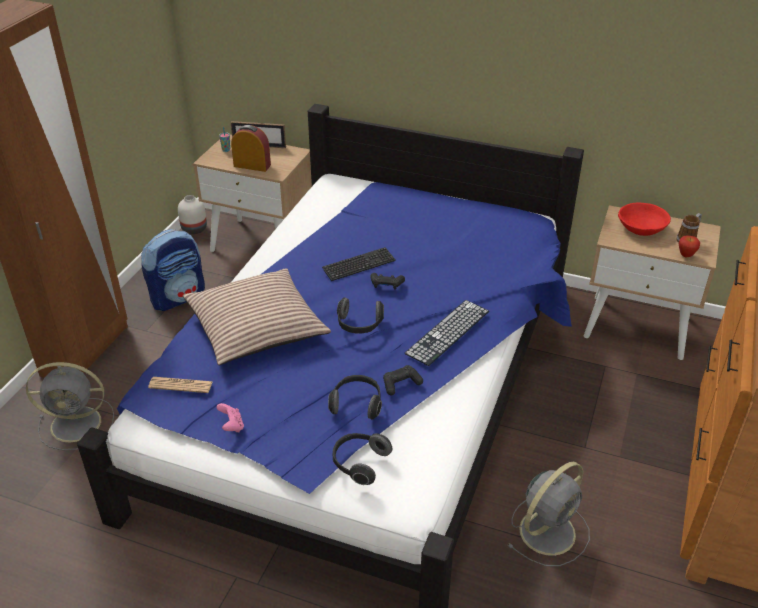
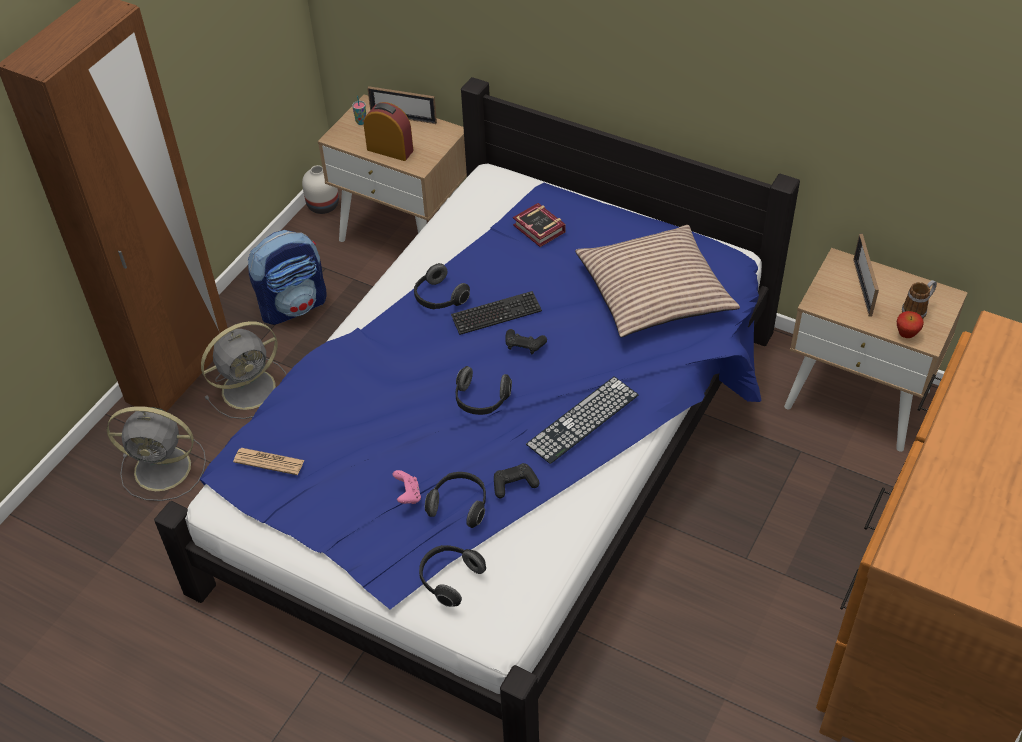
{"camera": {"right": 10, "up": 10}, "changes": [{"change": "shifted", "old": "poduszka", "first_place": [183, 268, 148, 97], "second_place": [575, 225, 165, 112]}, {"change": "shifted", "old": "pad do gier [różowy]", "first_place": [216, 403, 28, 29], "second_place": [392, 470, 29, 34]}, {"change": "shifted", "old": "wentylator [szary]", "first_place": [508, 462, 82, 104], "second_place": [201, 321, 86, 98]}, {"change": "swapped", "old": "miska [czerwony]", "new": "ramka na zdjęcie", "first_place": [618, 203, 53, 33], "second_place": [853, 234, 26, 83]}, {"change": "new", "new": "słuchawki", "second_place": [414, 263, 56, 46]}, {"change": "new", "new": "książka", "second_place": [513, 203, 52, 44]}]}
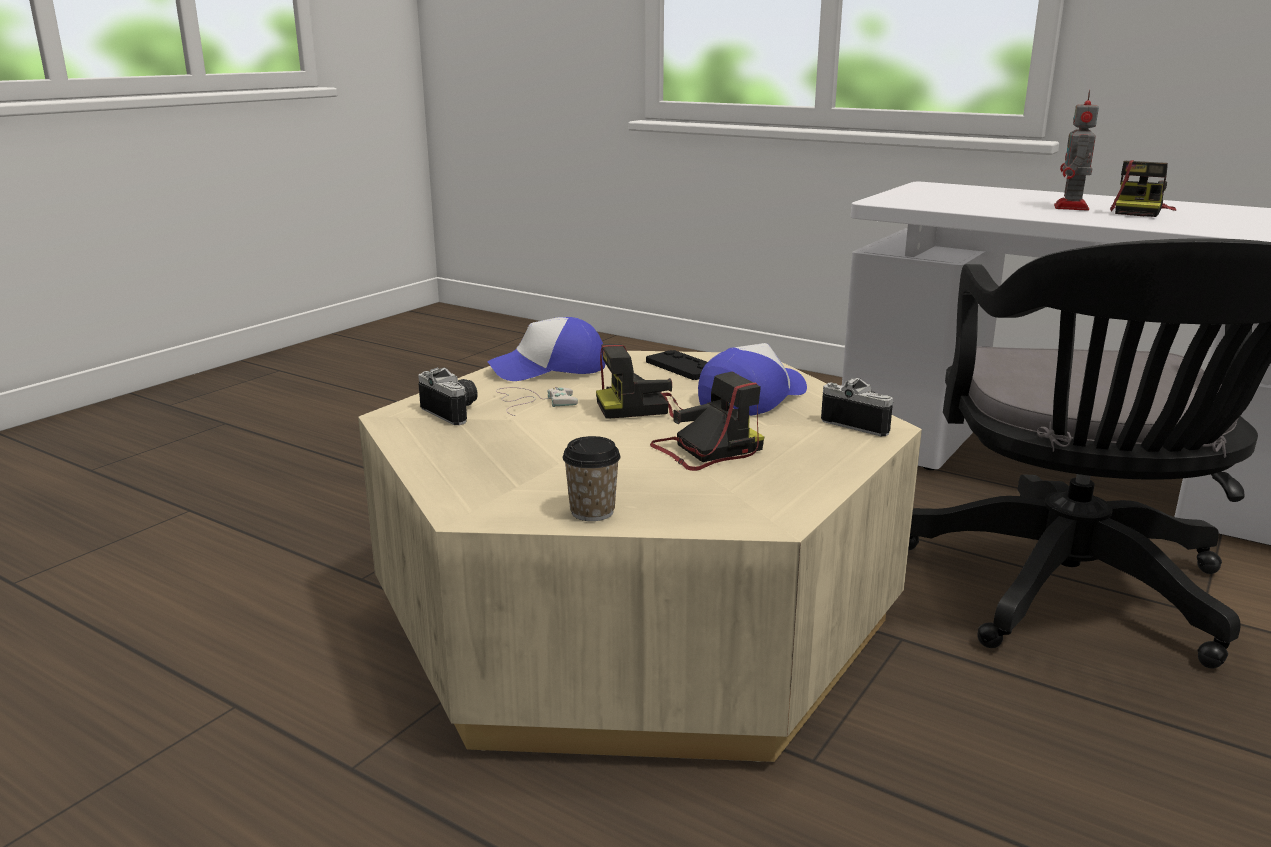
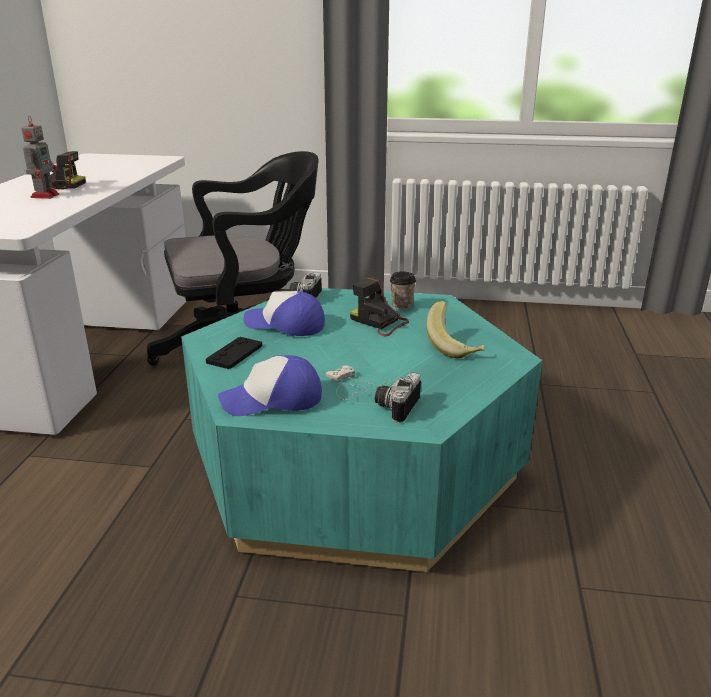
{"camera": {"right": -115, "up": 5}, "changes": [{"change": "repainted", "old": "ława [beżowy]", "new": "ława [turkusowy]", "first_place": [358, 351, 564, 411], "second_place": [181, 288, 361, 284]}, {"change": "rotated", "old": "czapka z daszkiem", "first_place": [487, 317, 118, 64], "second_place": [218, 355, 104, 61], "degrees": 120}, {"change": "shifted", "old": "filiżanka", "first_place": [563, 436, 58, 85], "second_place": [390, 271, 26, 39]}, {"change": "gone", "old": "aparat fotograficzny", "first_place": [596, 344, 87, 75]}, {"change": "rotated", "old": "robot zabawkowy", "first_place": [1054, 90, 45, 121], "second_place": [21, 116, 38, 83], "degrees": -75}, {"change": "new", "new": "banan", "second_place": [426, 301, 59, 57]}]}
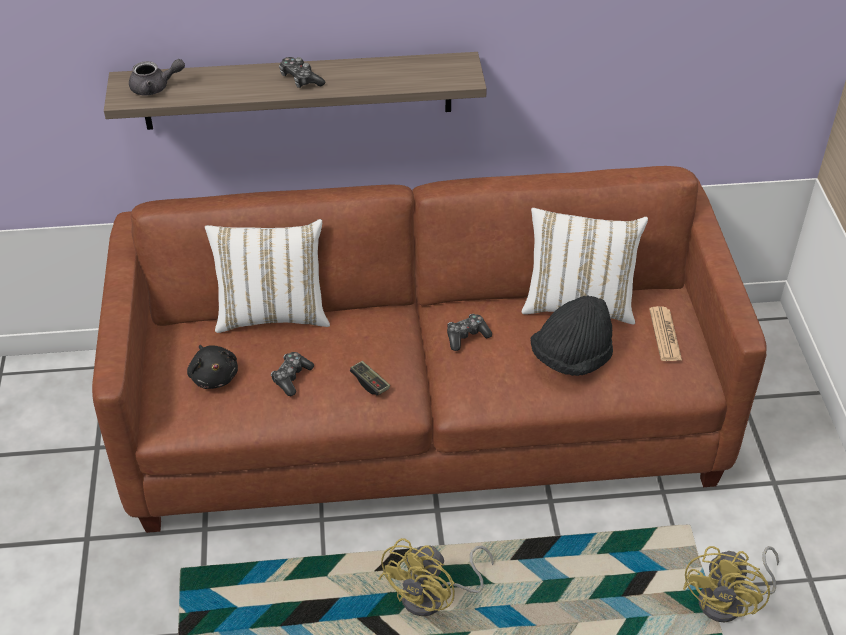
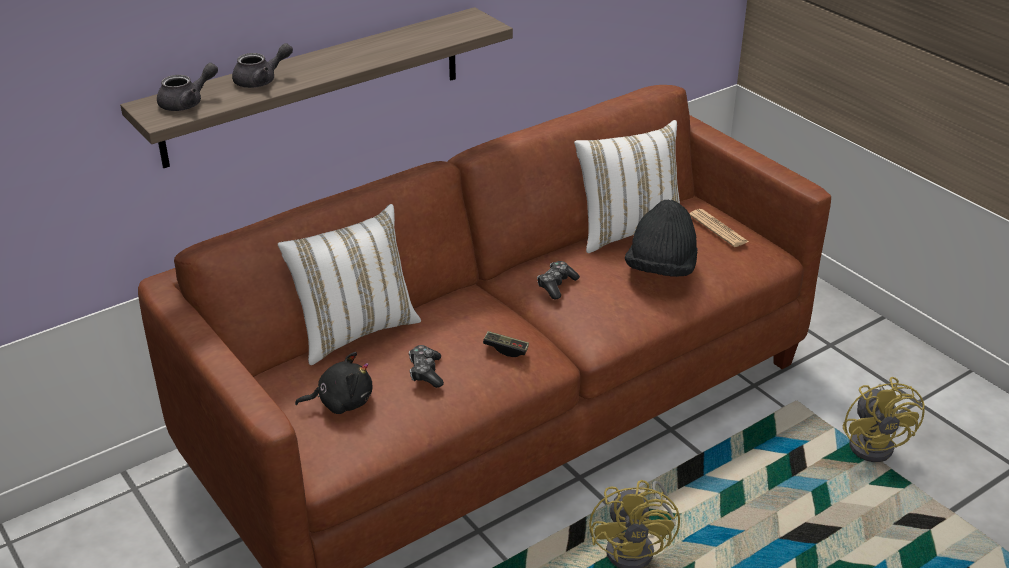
{"camera": {"right": -30, "up": -10}, "changes": [{"change": "rotated", "old": "pluszak [czarny]", "first_place": [187, 345, 51, 44], "second_place": [295, 352, 77, 62], "degrees": -45}, {"change": "gone", "old": "pad do gier", "first_place": [279, 57, 46, 31]}, {"change": "new", "new": "imbryk [szary]", "second_place": [232, 43, 61, 45]}]}
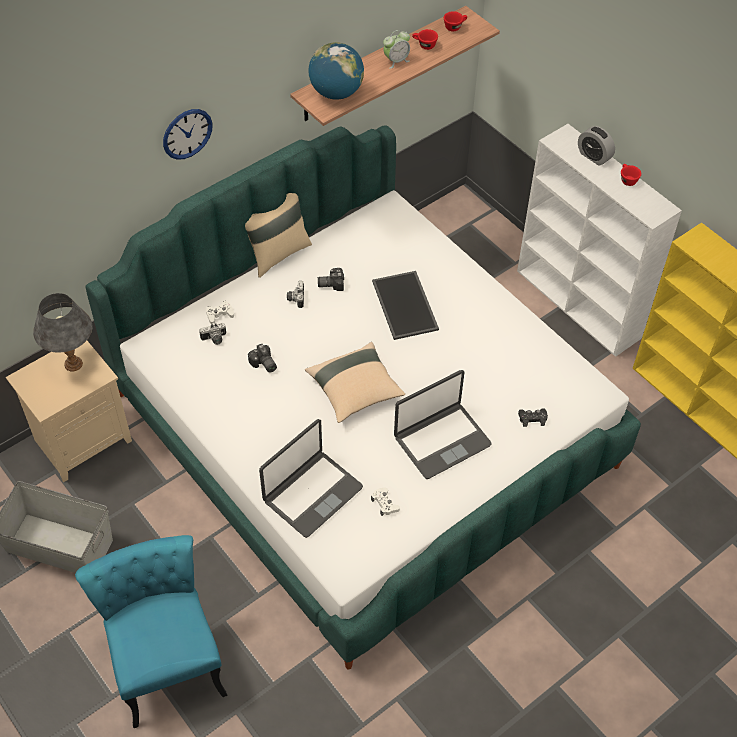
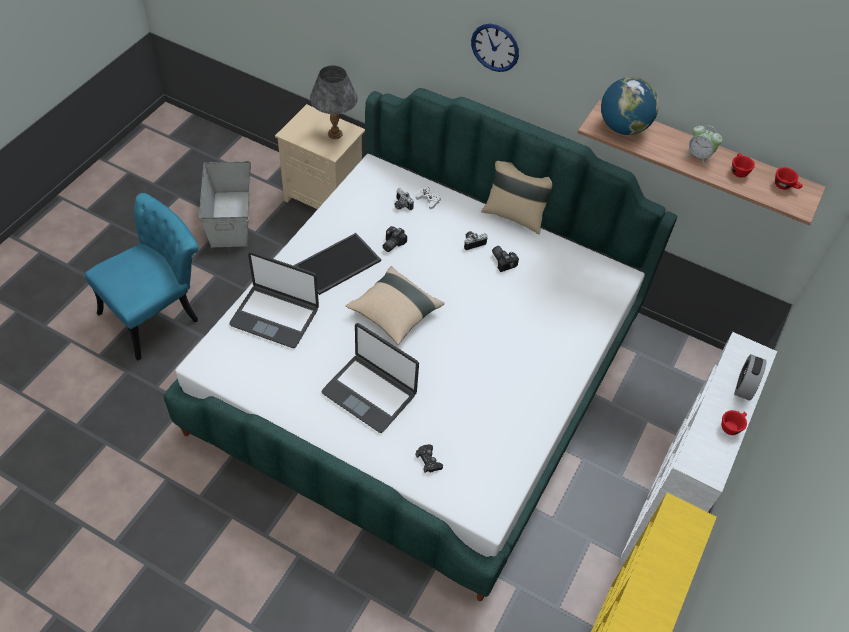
{"camera": {"right": 65, "up": 0}, "changes": [{"change": "gone", "old": "pad do gier [biały]", "first_place": [371, 487, 29, 29]}, {"change": "shifted", "old": "taca", "first_place": [372, 271, 67, 69], "second_place": [294, 233, 87, 62]}]}
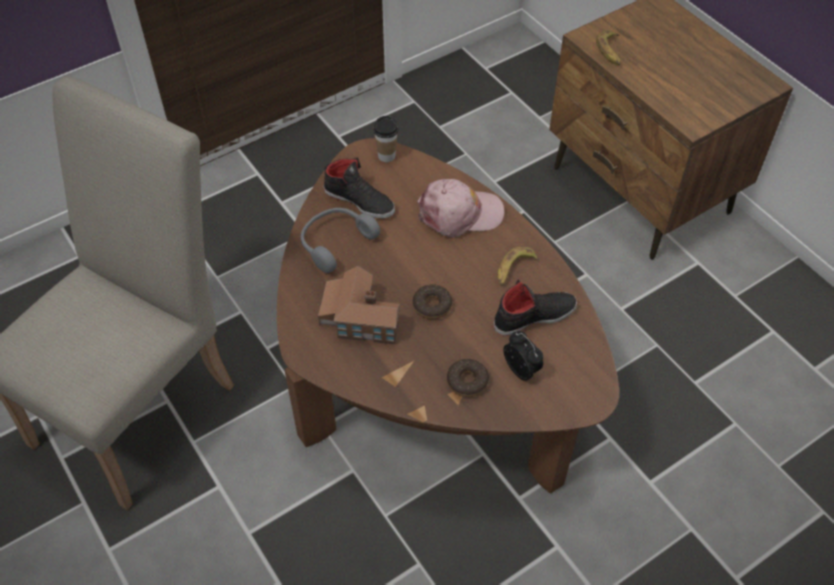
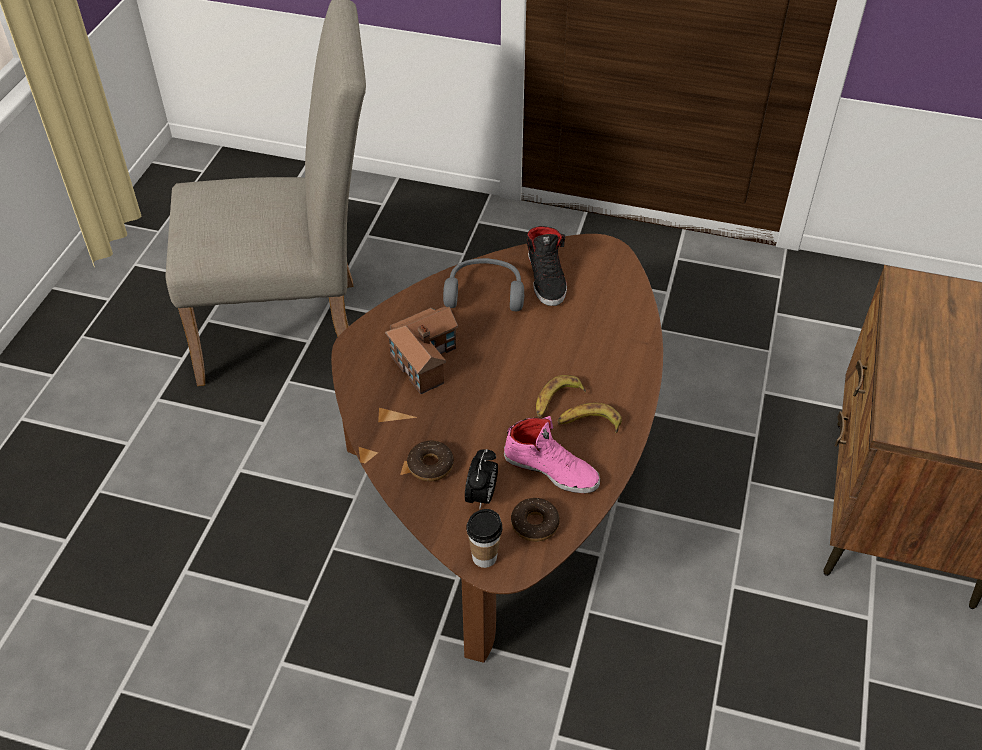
{"camera": {"right": 50, "up": -5}, "changes": [{"change": "shifted", "old": "filiżanka", "first_place": [373, 116, 25, 46], "second_place": [466, 509, 36, 59]}, {"change": "shifted", "old": "donut", "first_place": [413, 284, 39, 35], "second_place": [511, 498, 49, 44]}, {"change": "gone", "old": "czapka z daszkiem [różowy]", "first_place": [417, 179, 88, 59]}, {"change": "repainted", "old": "but [czarny]", "new": "but [różowy]", "first_place": [494, 279, 83, 57], "second_place": [504, 416, 96, 77]}, {"change": "shifted", "old": "banan", "first_place": [596, 30, 25, 35], "second_place": [536, 375, 50, 43]}]}
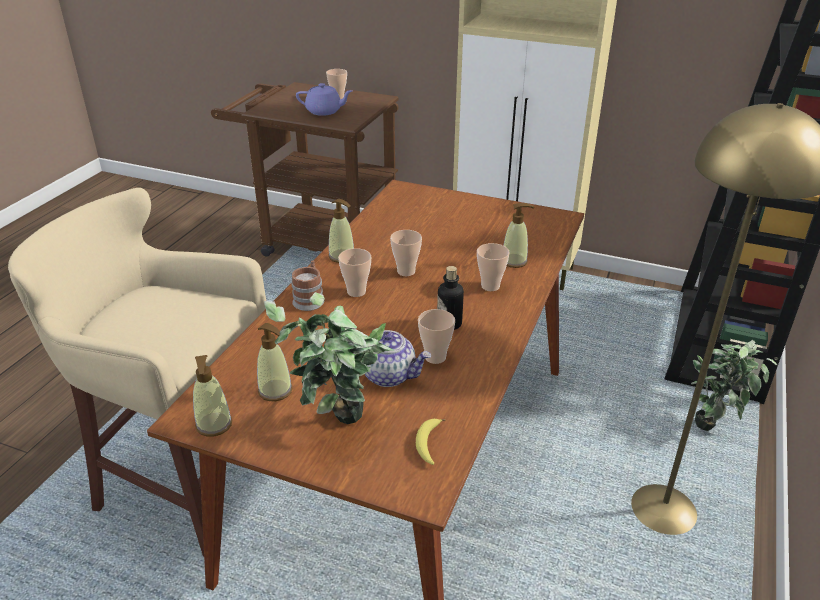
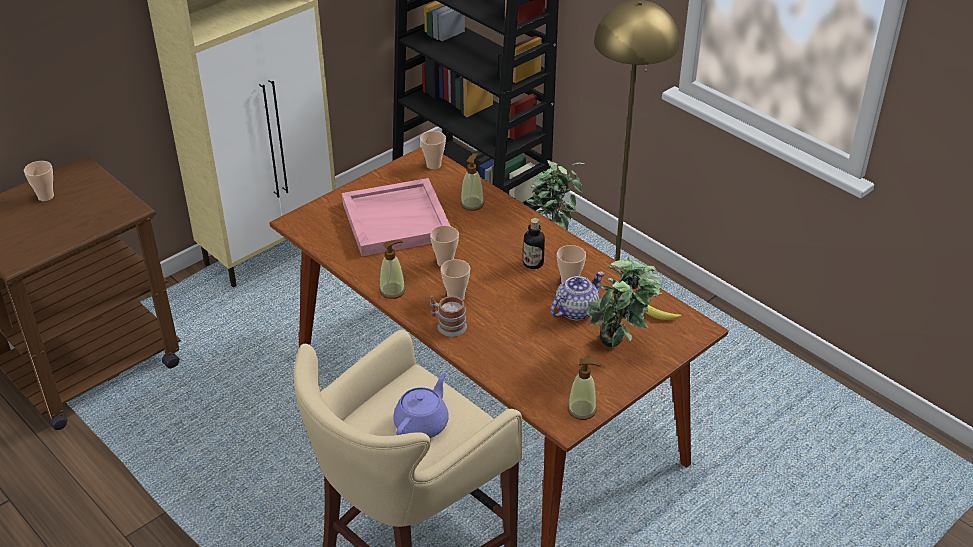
{"camera": {"right": -65, "up": 5}, "changes": [{"change": "gone", "old": "dozownik mydła", "first_place": [257, 323, 36, 78]}, {"change": "shifted", "old": "imbryk [fioletowy]", "first_place": [296, 83, 57, 33], "second_place": [393, 373, 56, 65]}, {"change": "shifted", "old": "filiżanka", "first_place": [477, 243, 33, 48], "second_place": [420, 131, 26, 38]}, {"change": "new", "new": "taca [różowy]", "second_place": [342, 178, 109, 78]}]}
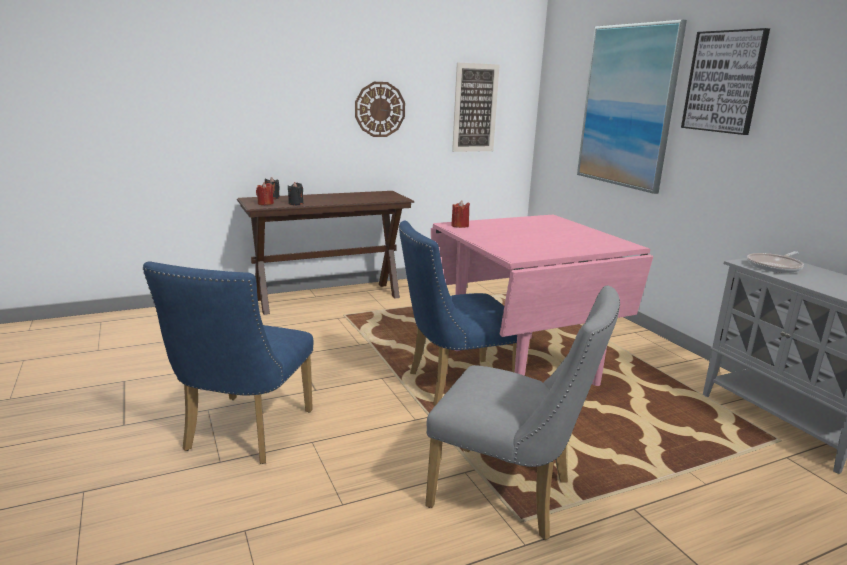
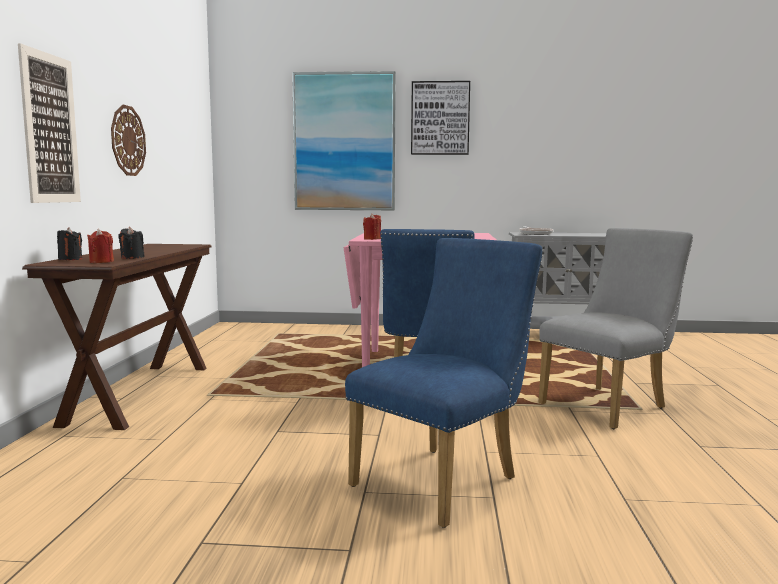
{"camera": {"right": -60, "up": -10}, "changes": [{"change": "rotated", "old": "krzesło [niebieski]", "first_place": [143, 262, 171, 202], "second_place": [345, 238, 198, 290], "degrees": -90}, {"change": "shifted", "old": "obraz", "first_place": [452, 62, 48, 90], "second_place": [18, 43, 63, 160]}]}
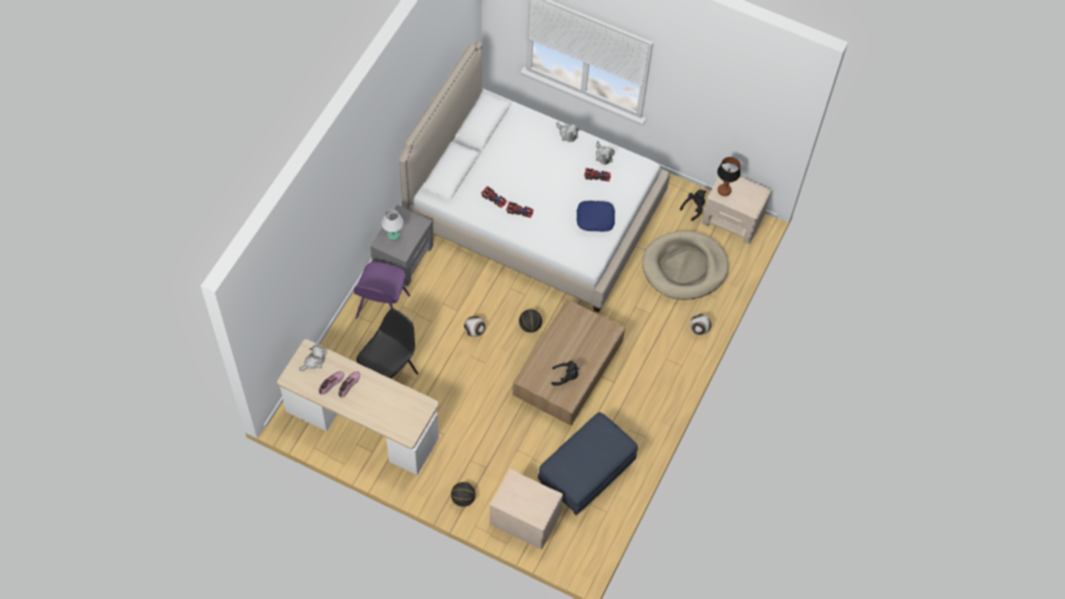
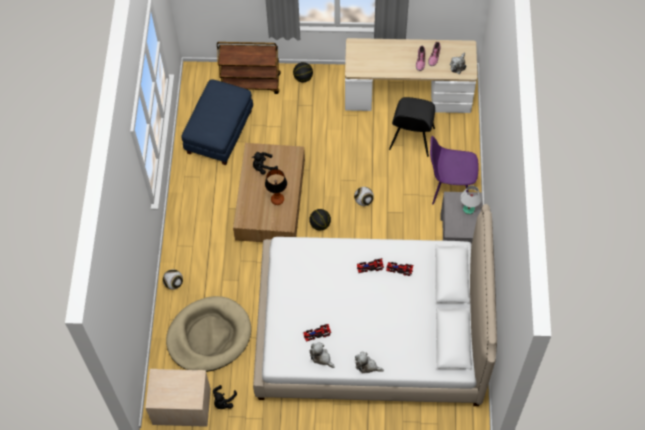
{"camera": {"right": 160, "up": 0}, "changes": [{"change": "rotated", "old": "krzesło [fioletowy]", "first_place": [354, 262, 56, 57], "second_place": [430, 136, 48, 68], "degrees": -75}, {"change": "swapped", "old": "szafka nocna [beżowy]", "new": "wózek [brązowy]", "first_place": [490, 469, 73, 81], "second_place": [217, 42, 64, 52]}, {"change": "gone", "old": "poduszka [niebieski]", "first_place": [576, 201, 39, 31]}, {"change": "shifted", "old": "lampa stołowa", "first_place": [717, 157, 24, 39], "second_place": [265, 169, 22, 36]}]}
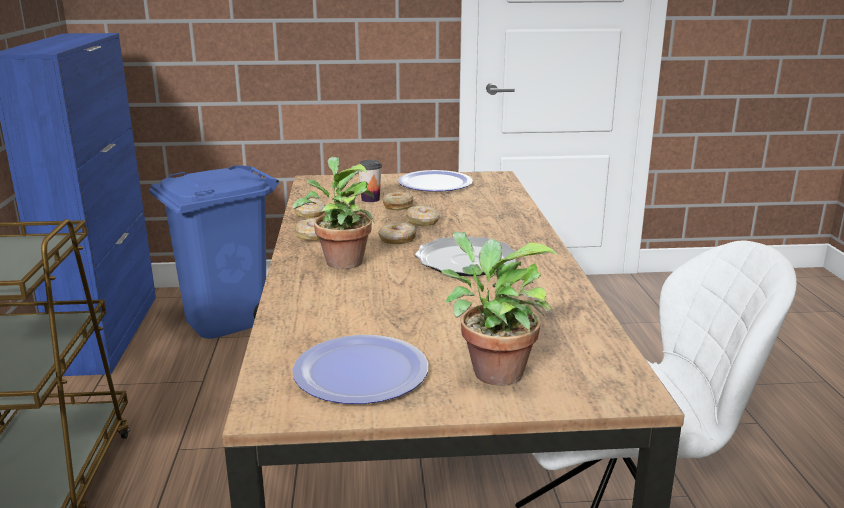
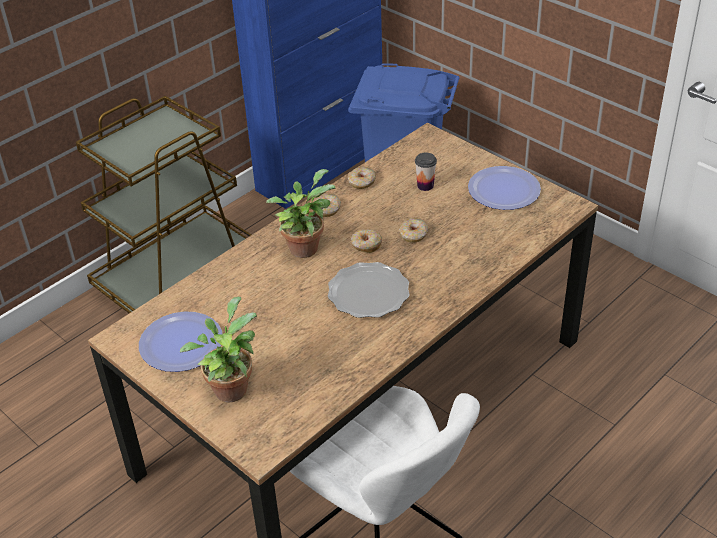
{"camera": {"right": 50, "up": 20}, "changes": [{"change": "gone", "old": "donut", "first_place": [383, 192, 30, 18]}]}
